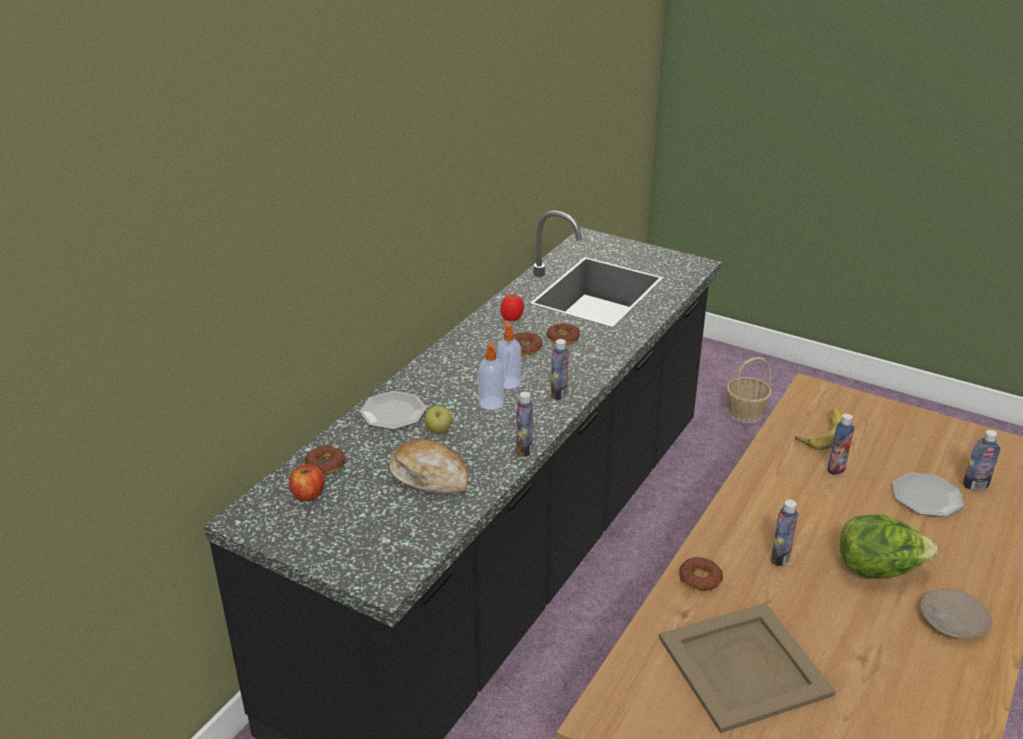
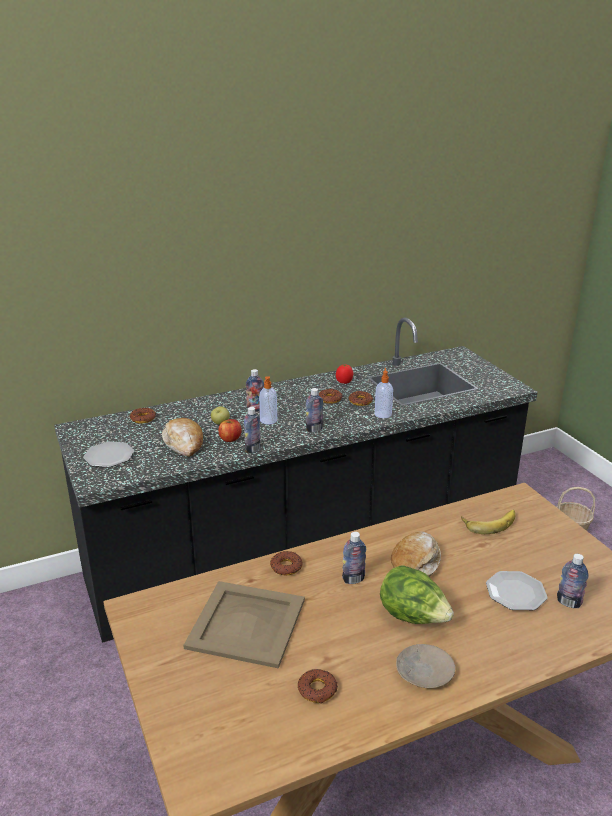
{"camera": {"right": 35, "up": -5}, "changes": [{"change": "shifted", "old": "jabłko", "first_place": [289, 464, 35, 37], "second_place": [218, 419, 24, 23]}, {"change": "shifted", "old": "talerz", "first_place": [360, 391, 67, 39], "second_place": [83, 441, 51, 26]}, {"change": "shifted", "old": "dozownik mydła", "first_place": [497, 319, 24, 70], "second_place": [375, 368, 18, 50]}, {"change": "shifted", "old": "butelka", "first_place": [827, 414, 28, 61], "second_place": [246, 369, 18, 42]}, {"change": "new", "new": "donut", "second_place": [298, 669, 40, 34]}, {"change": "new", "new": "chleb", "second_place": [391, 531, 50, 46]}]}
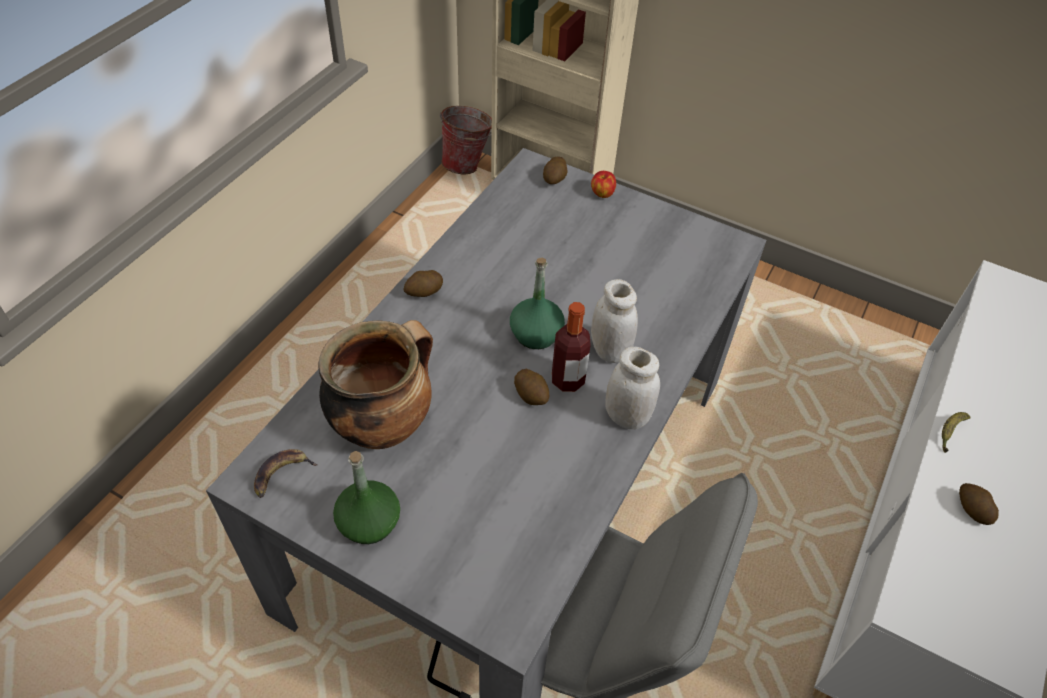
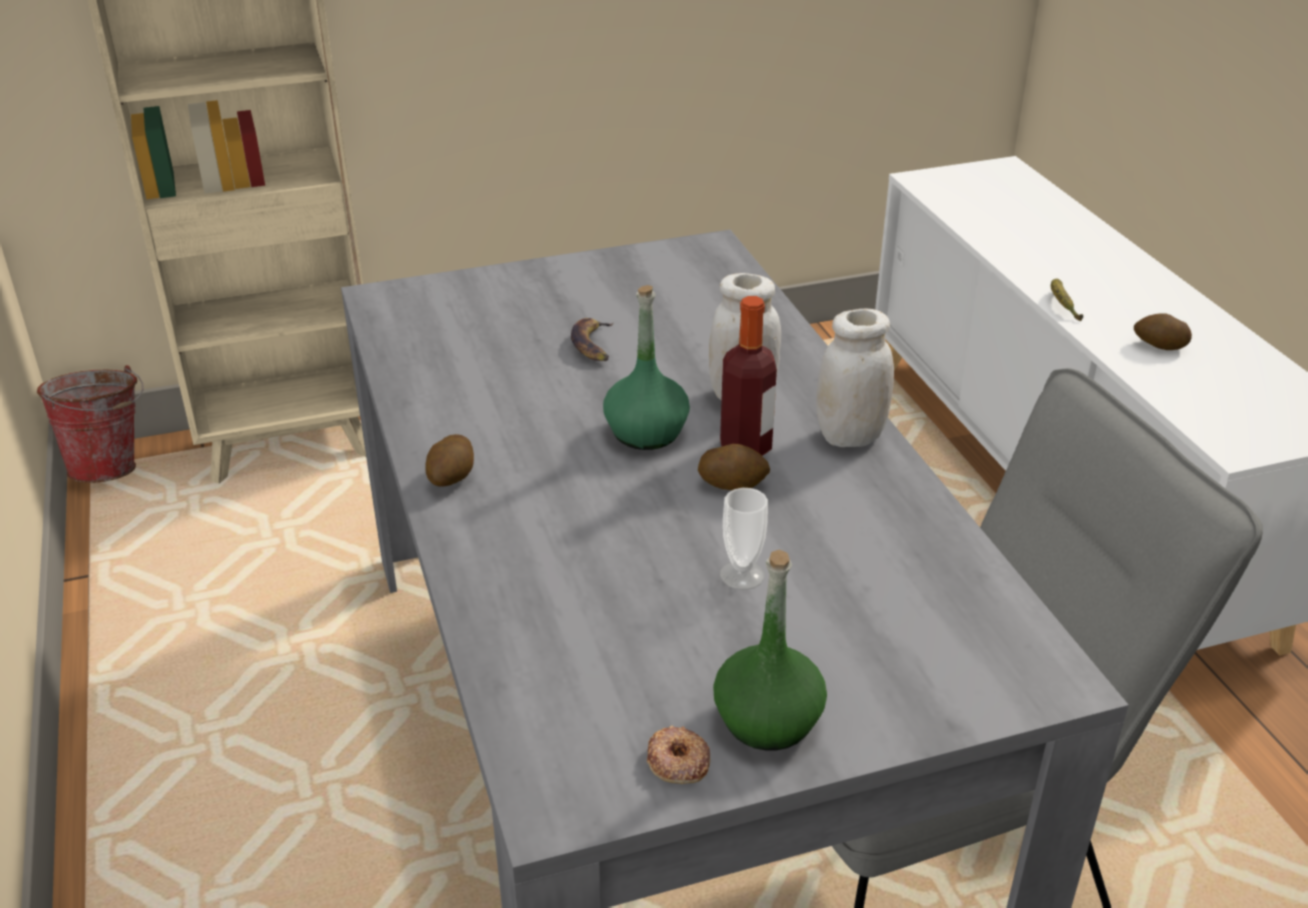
{"camera": {"right": -45, "up": -15}, "changes": [{"change": "shifted", "old": "banan", "first_place": [254, 449, 63, 49], "second_place": [571, 318, 43, 43]}, {"change": "gone", "old": "garnek", "first_place": [318, 320, 115, 129]}, {"change": "gone", "old": "ziemniak", "first_place": [543, 156, 25, 28]}, {"change": "gone", "old": "jabłko", "first_place": [591, 171, 25, 27]}, {"change": "new", "new": "donut", "second_place": [647, 726, 63, 58]}, {"change": "new", "new": "filiżanka", "second_place": [720, 488, 48, 102]}]}
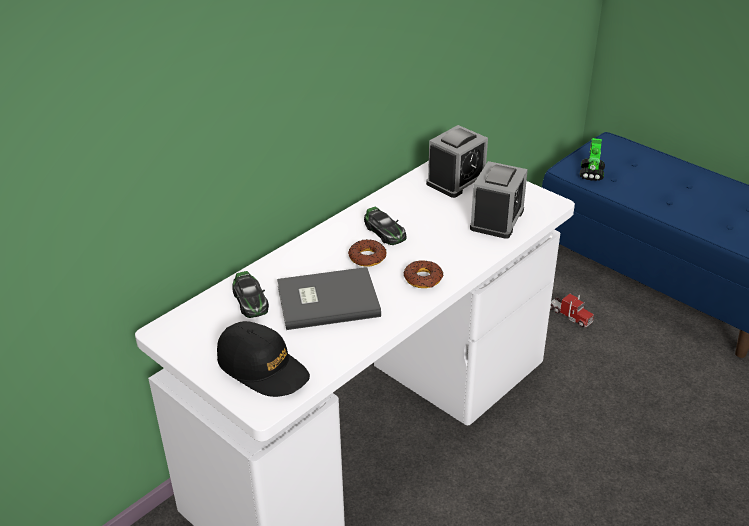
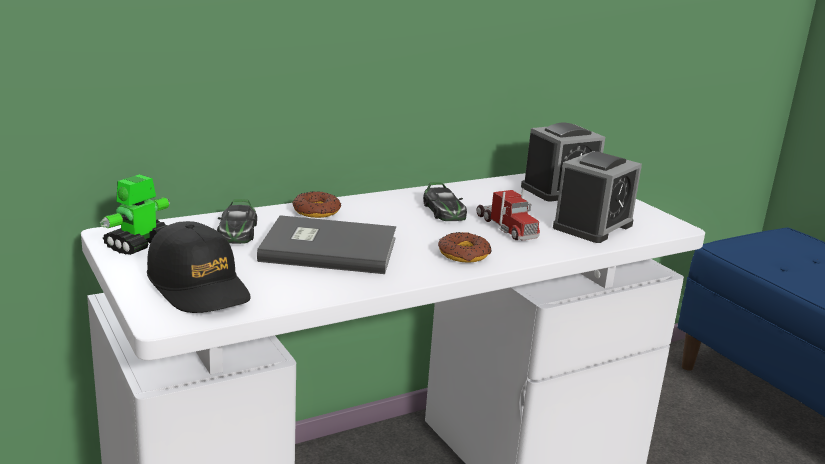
{"camera": {"right": 15, "up": -15}, "changes": [{"change": "shifted", "old": "donut", "first_place": [348, 239, 38, 28], "second_place": [293, 191, 48, 27]}, {"change": "shifted", "old": "ciężarówka zabawkowa", "first_place": [550, 294, 44, 33], "second_place": [477, 189, 63, 52]}, {"change": "shifted", "old": "robot zabawkowy", "first_place": [580, 138, 25, 43], "second_place": [100, 174, 70, 81]}]}
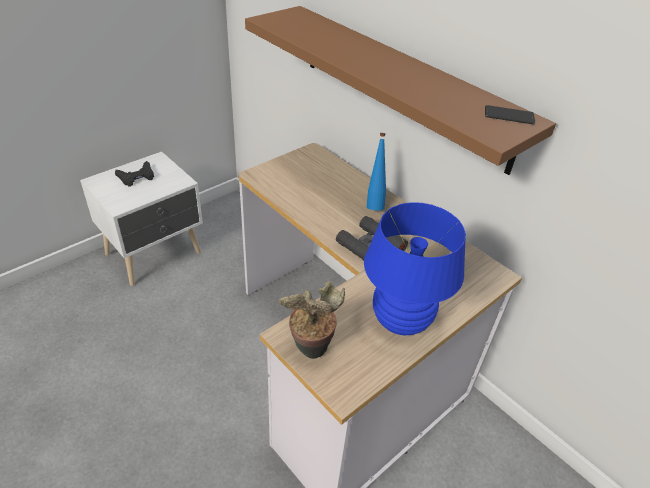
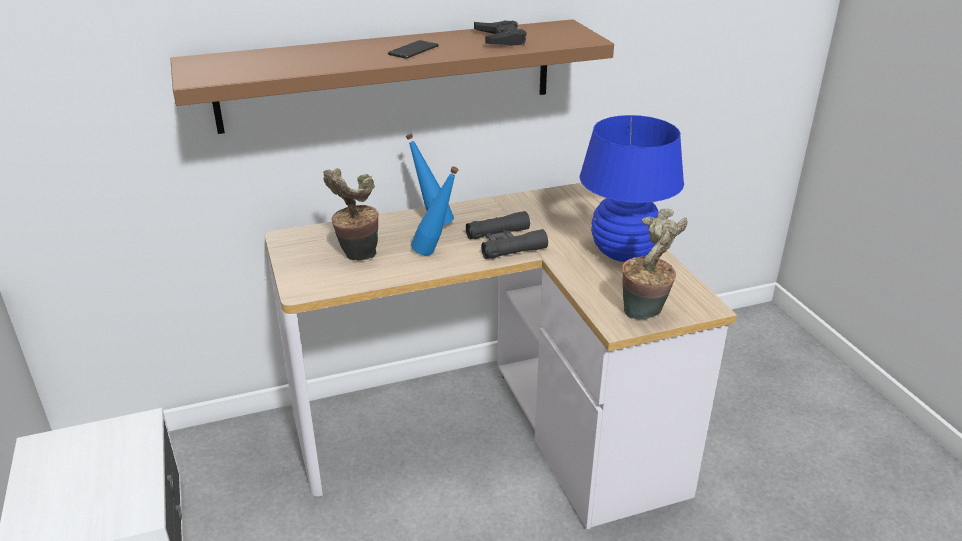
{"camera": {"right": -65, "up": -10}, "changes": [{"change": "shifted", "old": "pad do gier [czarny]", "first_place": [115, 161, 39, 26], "second_place": [474, 21, 52, 25]}, {"change": "shifted", "old": "telefon", "first_place": [485, 105, 50, 20], "second_place": [388, 40, 51, 19]}, {"change": "new", "new": "roślina doniczkowa", "second_place": [323, 168, 55, 93]}, {"change": "new", "new": "butelka [niebieski]", "second_place": [411, 166, 48, 89]}]}
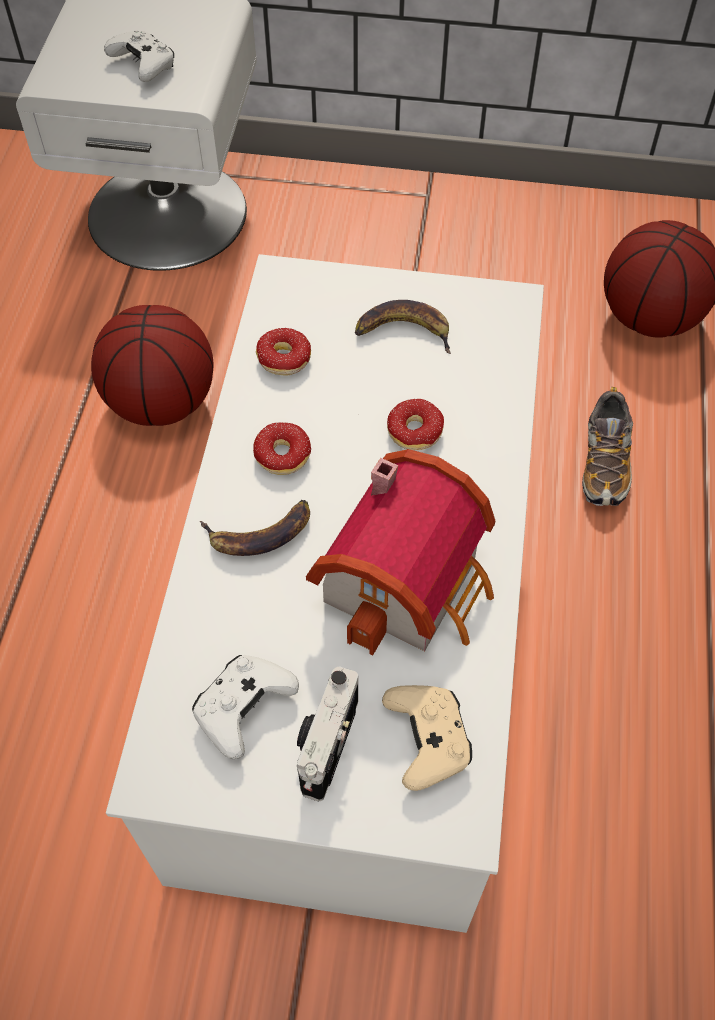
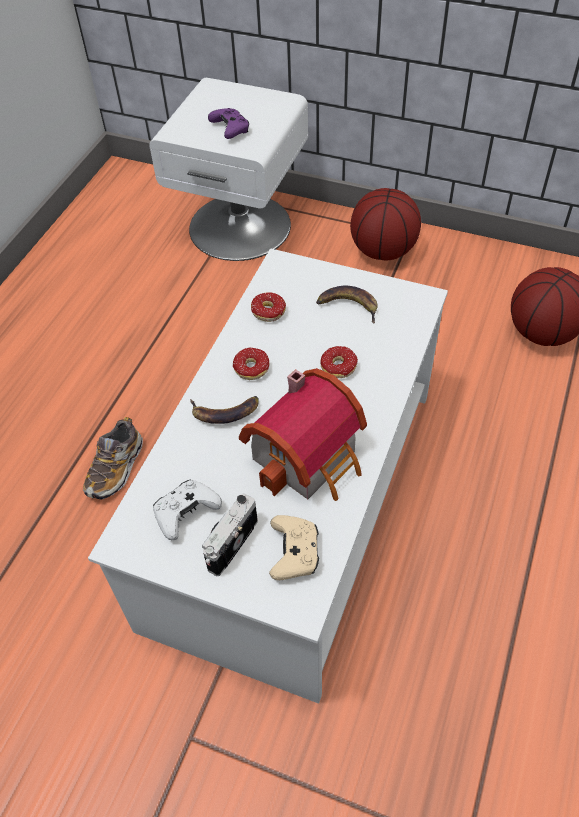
{"camera": {"right": 15, "up": -5}, "changes": [{"change": "shifted", "old": "piłka do koszykówki", "first_place": [91, 305, 123, 121], "second_place": [350, 188, 71, 72]}, {"change": "repainted", "old": "pad do gier [biały]", "new": "pad do gier [fioletowy]", "first_place": [104, 30, 70, 52], "second_place": [208, 108, 41, 31]}, {"change": "shifted", "old": "but", "first_place": [582, 387, 51, 119], "second_place": [83, 417, 60, 83]}]}
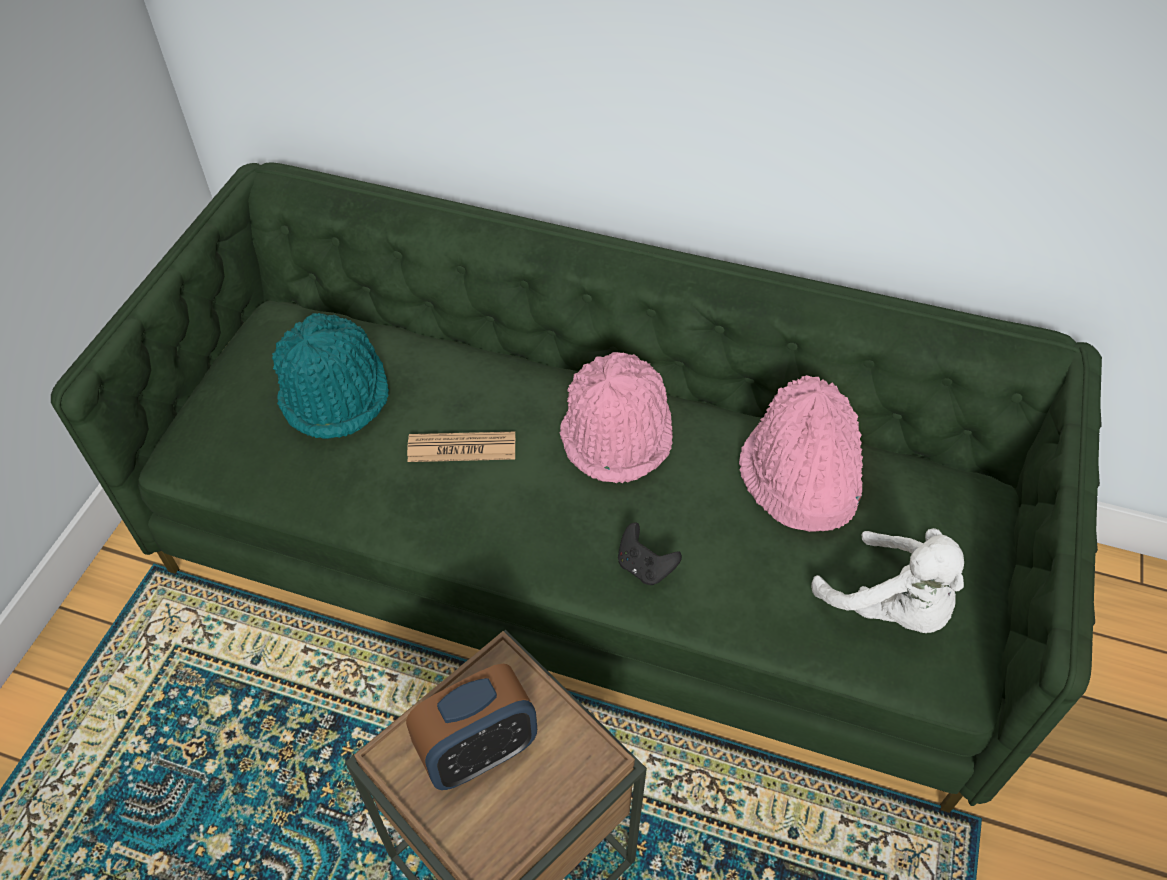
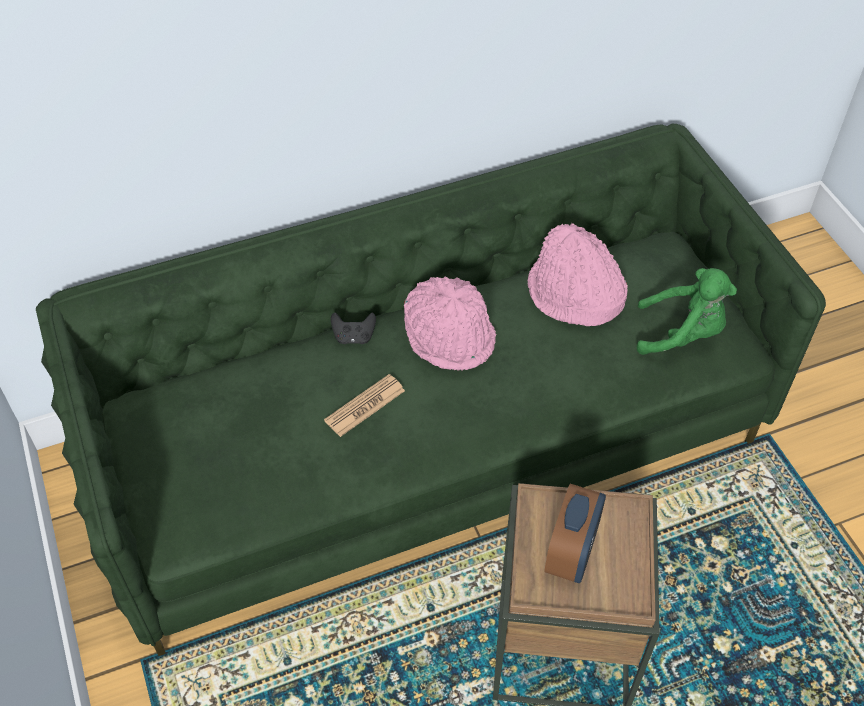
{"camera": {"right": -40, "up": 0}, "changes": [{"change": "gone", "old": "kapelusz [turkusowy]", "first_place": [272, 313, 117, 126]}, {"change": "shifted", "old": "pad do gier [czarny]", "first_place": [618, 523, 64, 62], "second_place": [331, 312, 45, 32]}, {"change": "repainted", "old": "pluszak [biały]", "new": "pluszak [zielony]", "first_place": [811, 528, 153, 105], "second_place": [637, 268, 100, 87]}]}
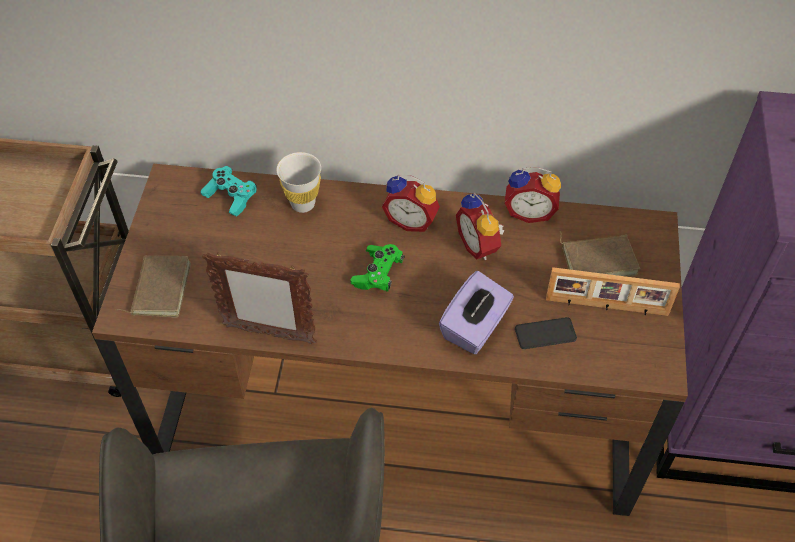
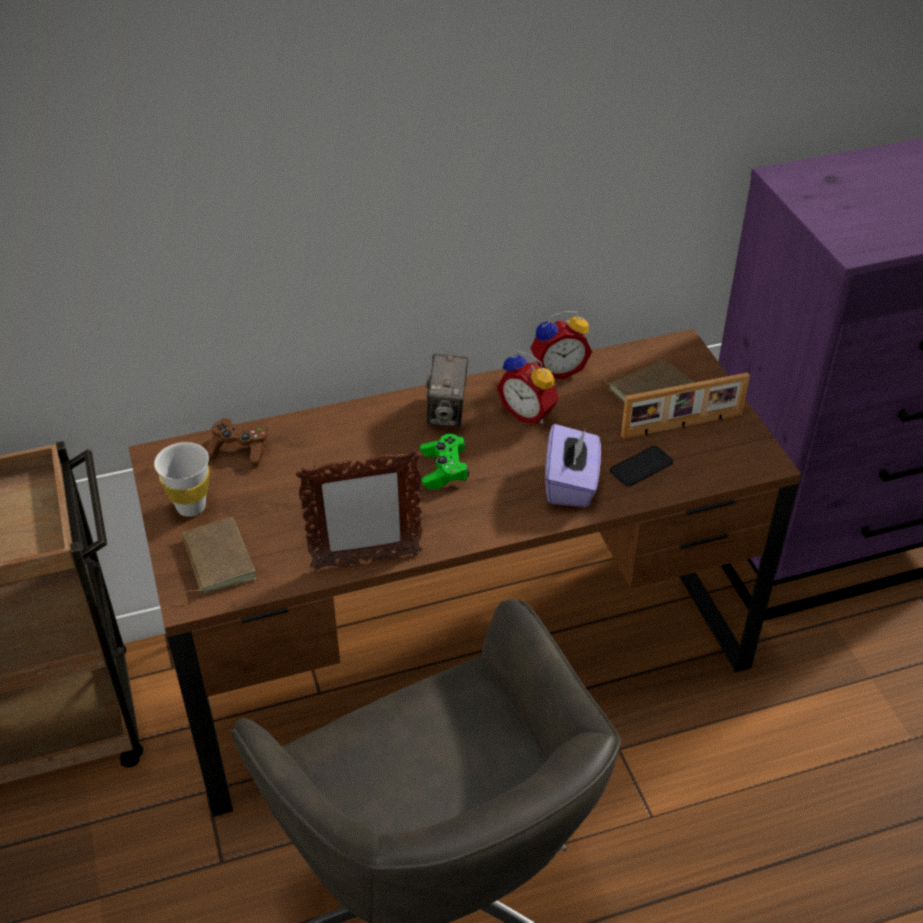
{"camera": {"right": -25, "up": -10}, "changes": [{"change": "repainted", "old": "pad do gier [turkusowy]", "new": "pad do gier [brązowy]", "first_place": [201, 166, 56, 51], "second_place": [206, 418, 62, 48]}, {"change": "shifted", "old": "filiżanka [biały]", "first_place": [277, 152, 44, 61], "second_place": [154, 442, 56, 75]}, {"change": "swapped", "old": "budzik", "new": "aparat fotograficzny", "first_place": [382, 175, 58, 57], "second_place": [426, 354, 42, 73]}]}
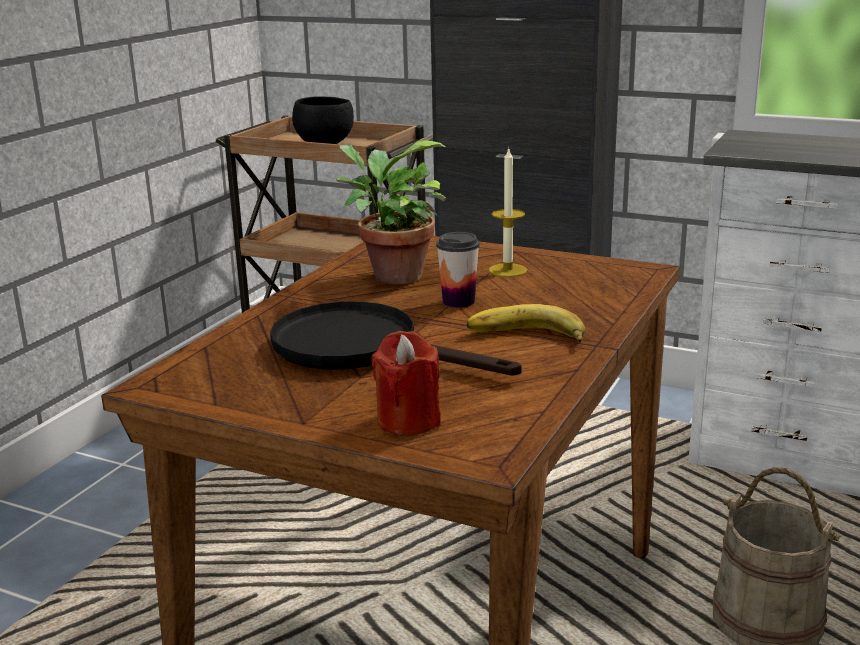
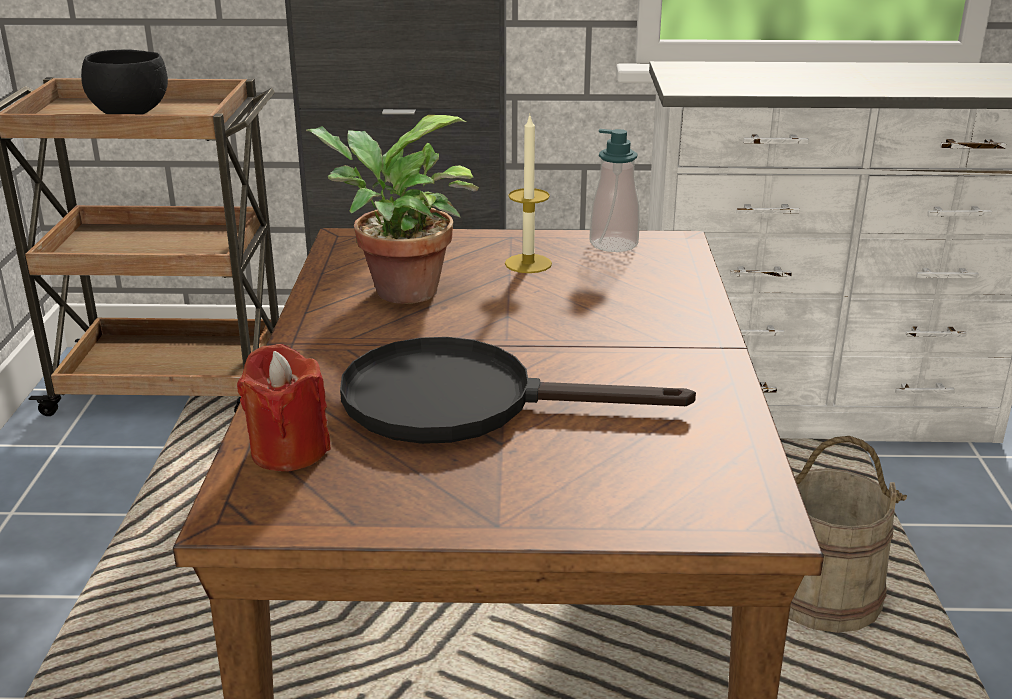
{"camera": {"right": -25, "up": 5}, "changes": [{"change": "shifted", "old": "świeca [czerwony]", "first_place": [371, 331, 70, 105], "second_place": [237, 344, 94, 127]}, {"change": "gone", "old": "filiżanka", "first_place": [436, 232, 44, 76]}, {"change": "gone", "old": "banan", "first_place": [467, 304, 118, 39]}, {"change": "new", "new": "dozownik mydła", "second_place": [589, 129, 51, 123]}]}
